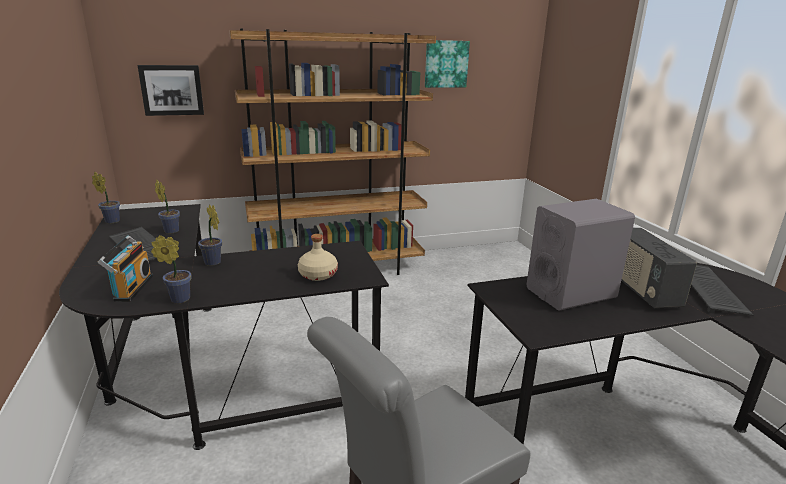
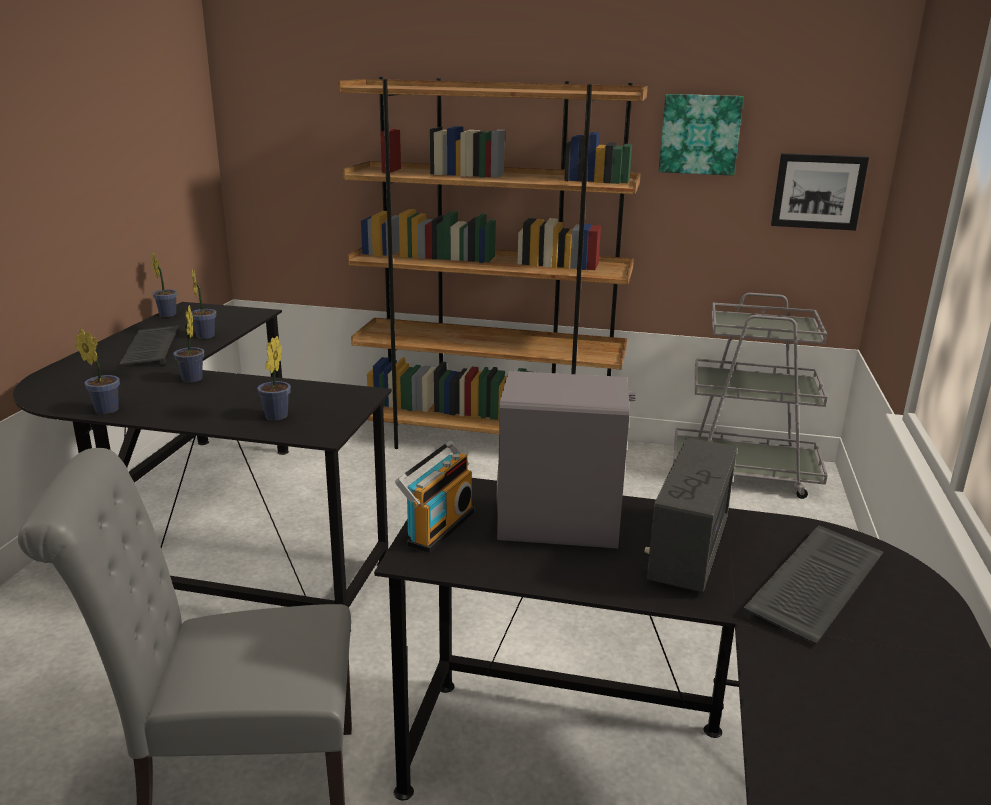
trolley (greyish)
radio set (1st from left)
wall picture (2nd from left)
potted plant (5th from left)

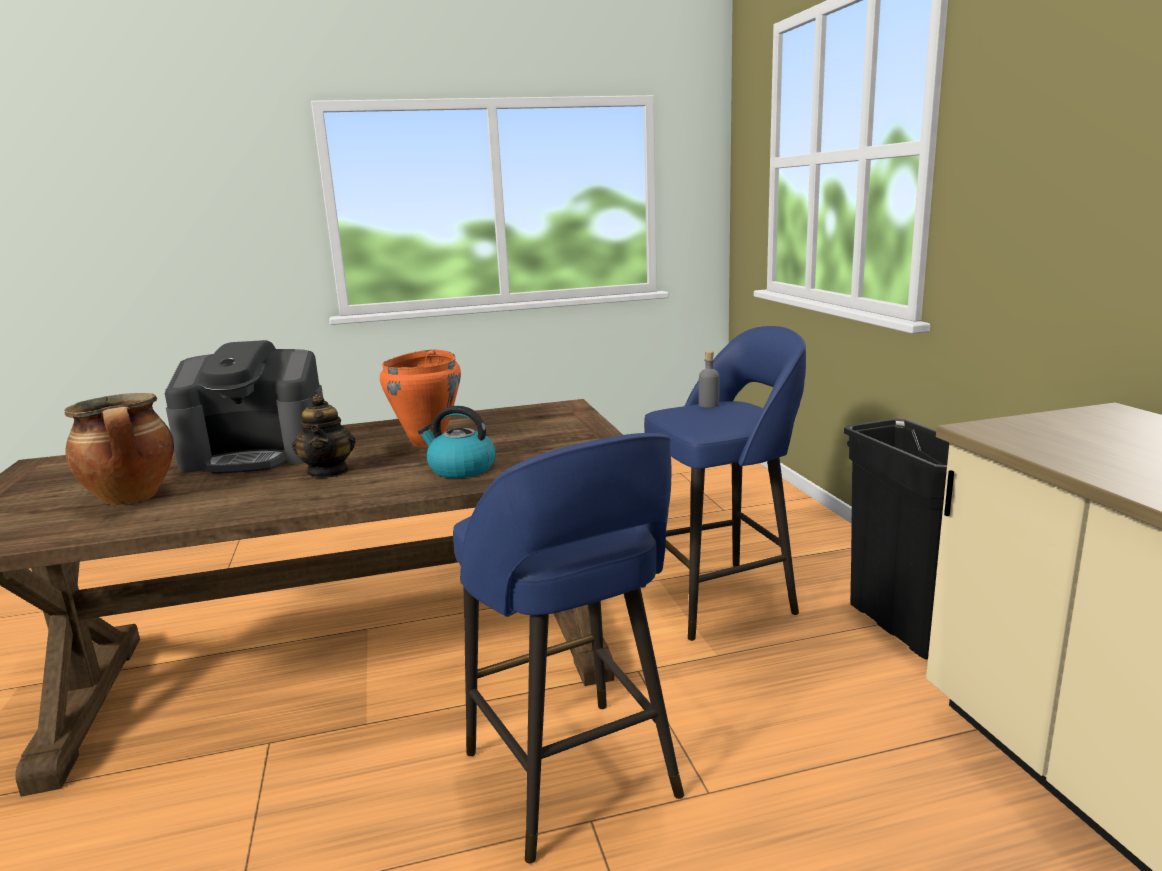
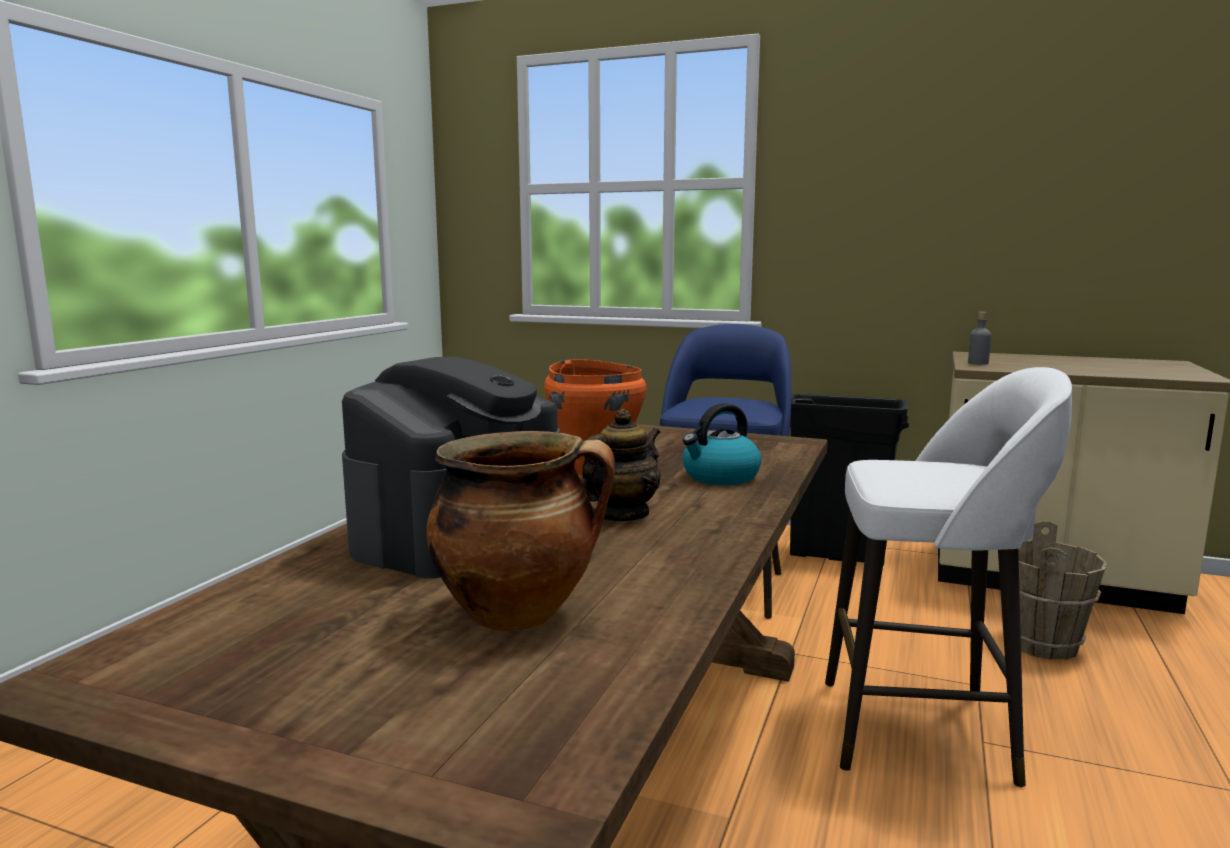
pail (brownish)
drink bottle (greyish)
stool (white)
tea pot

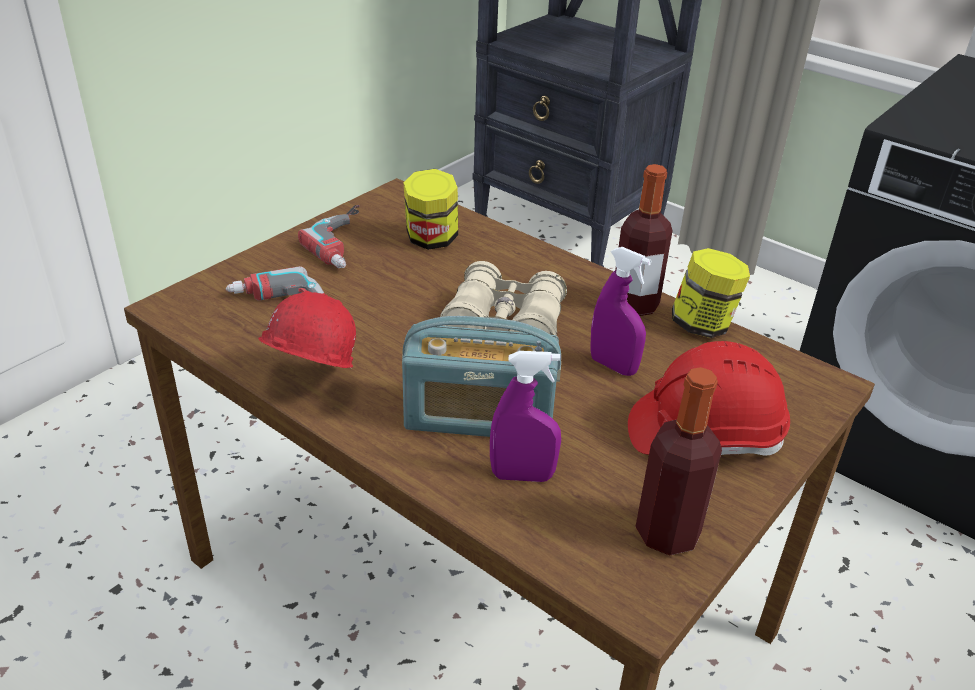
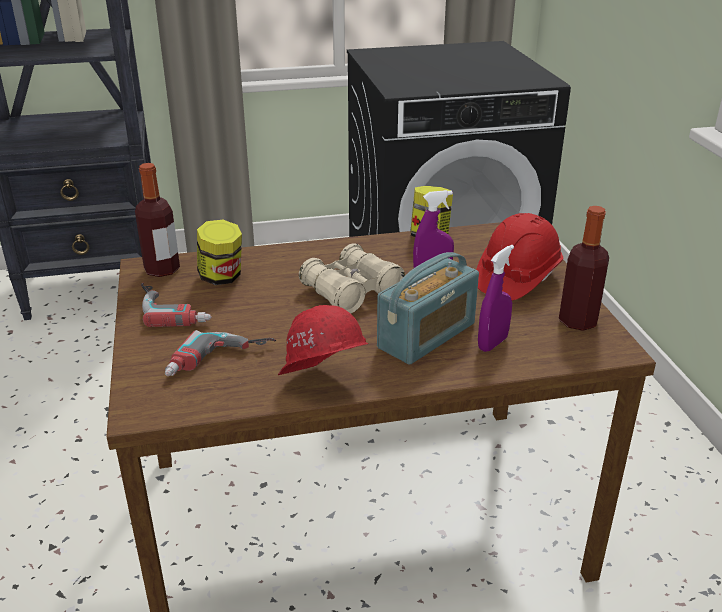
drink bottle (1st from left)

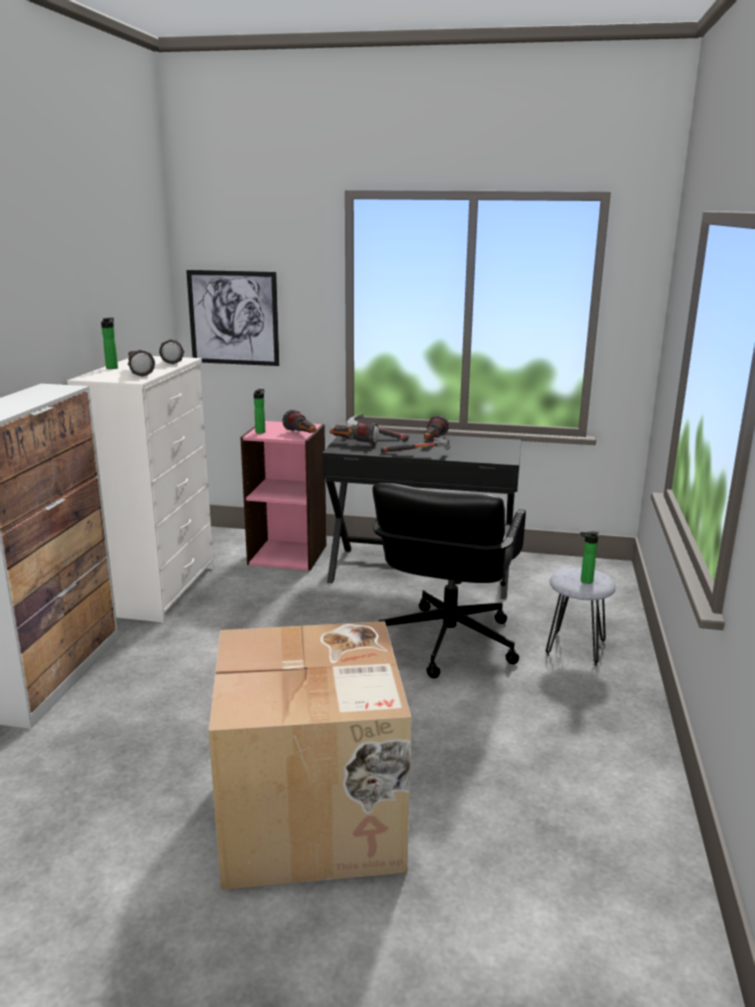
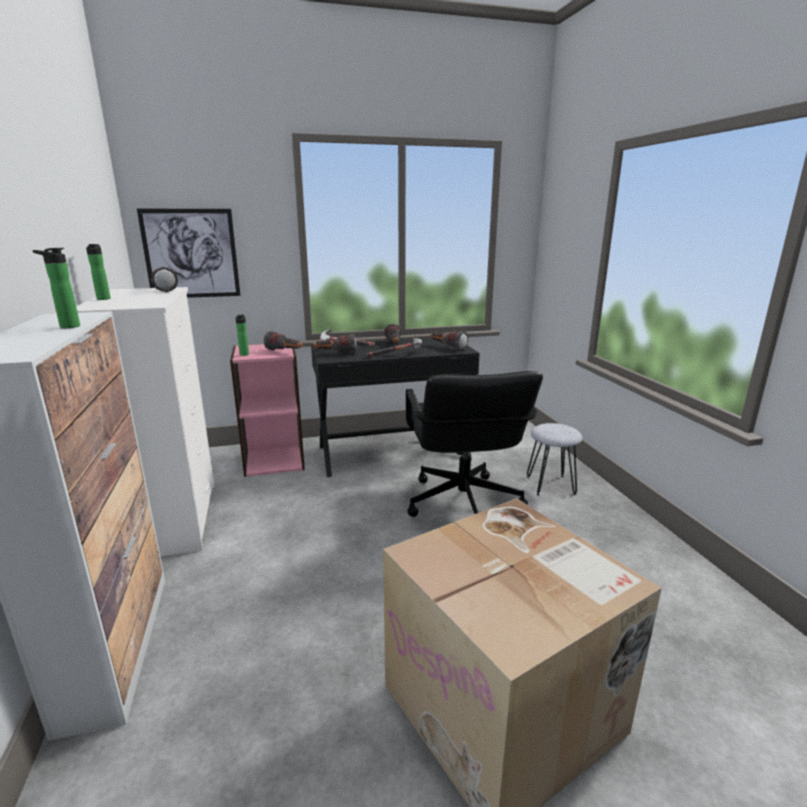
flashlight (5th from left)
drink bottle (1st from left)

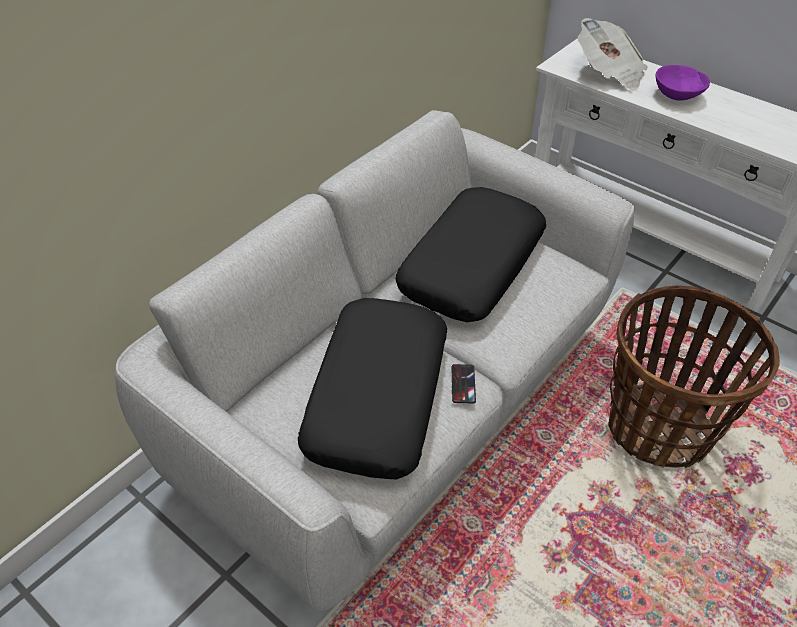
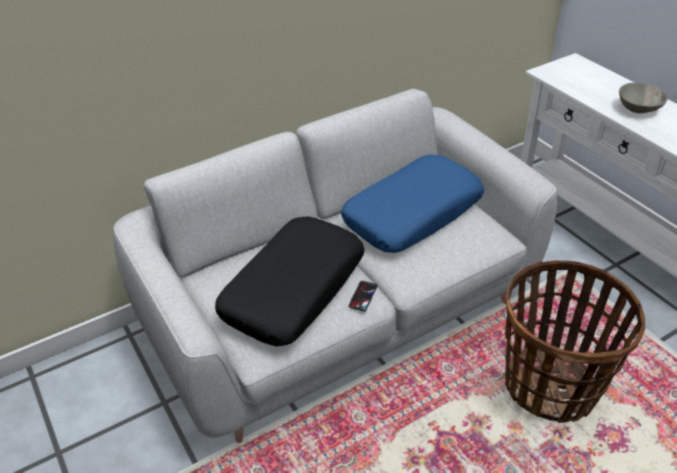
daily paper
throw pillow (bluish)
deep dish (greyish)

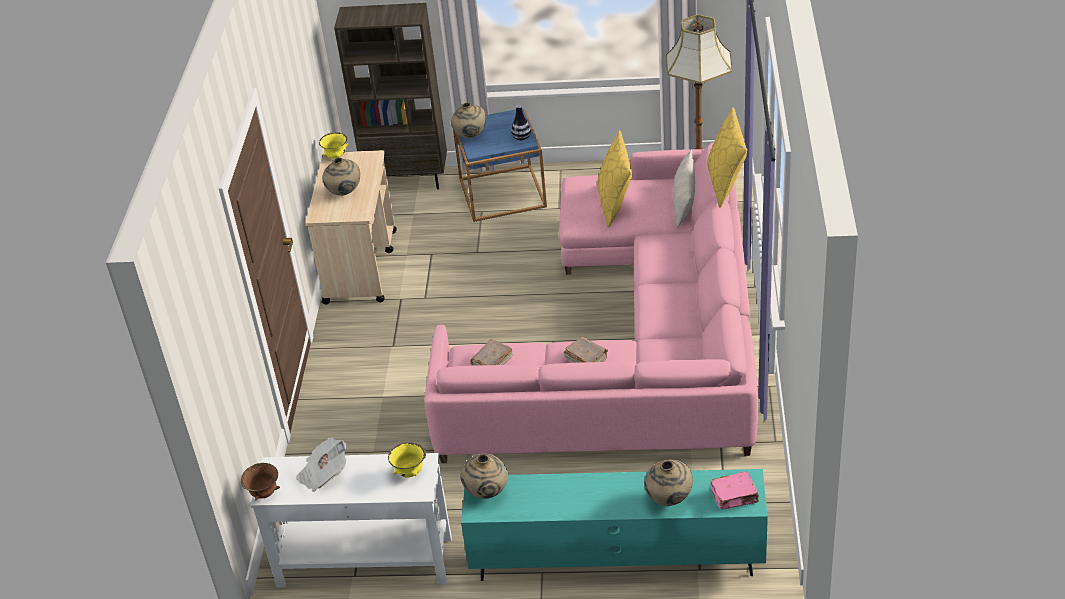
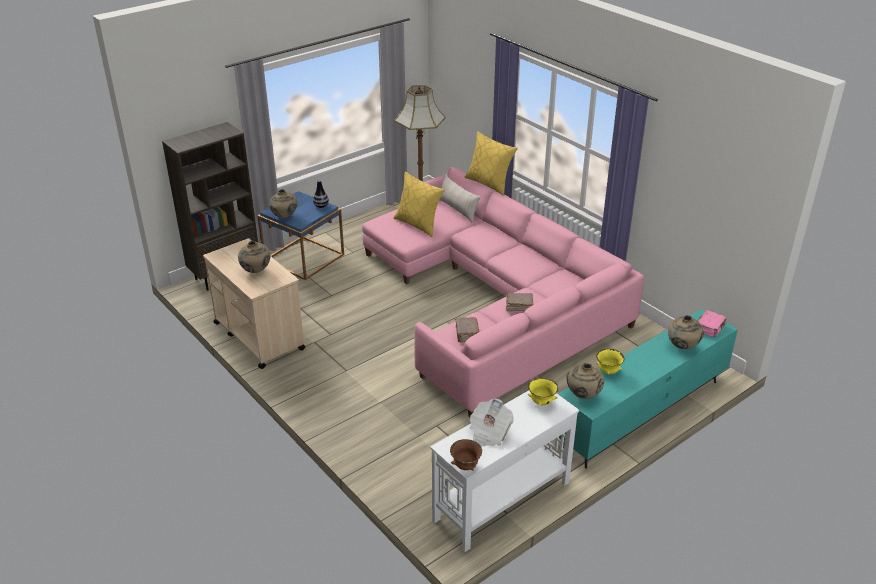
deep dish (yellow-coloured) (2nd from left)

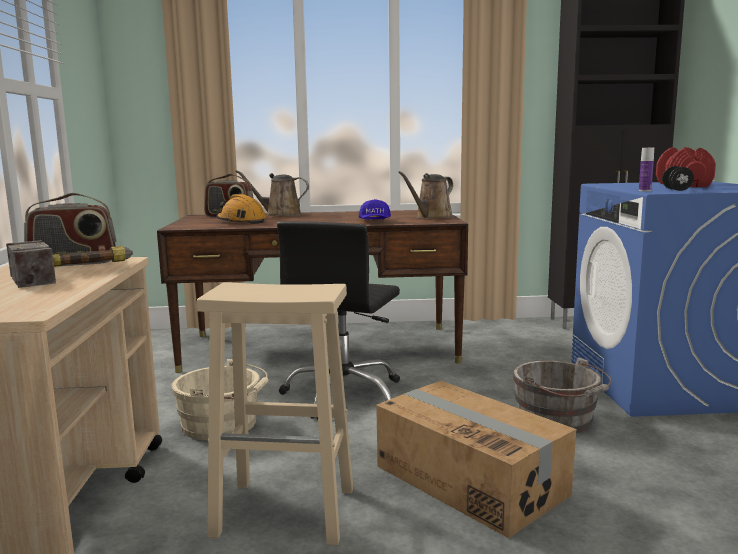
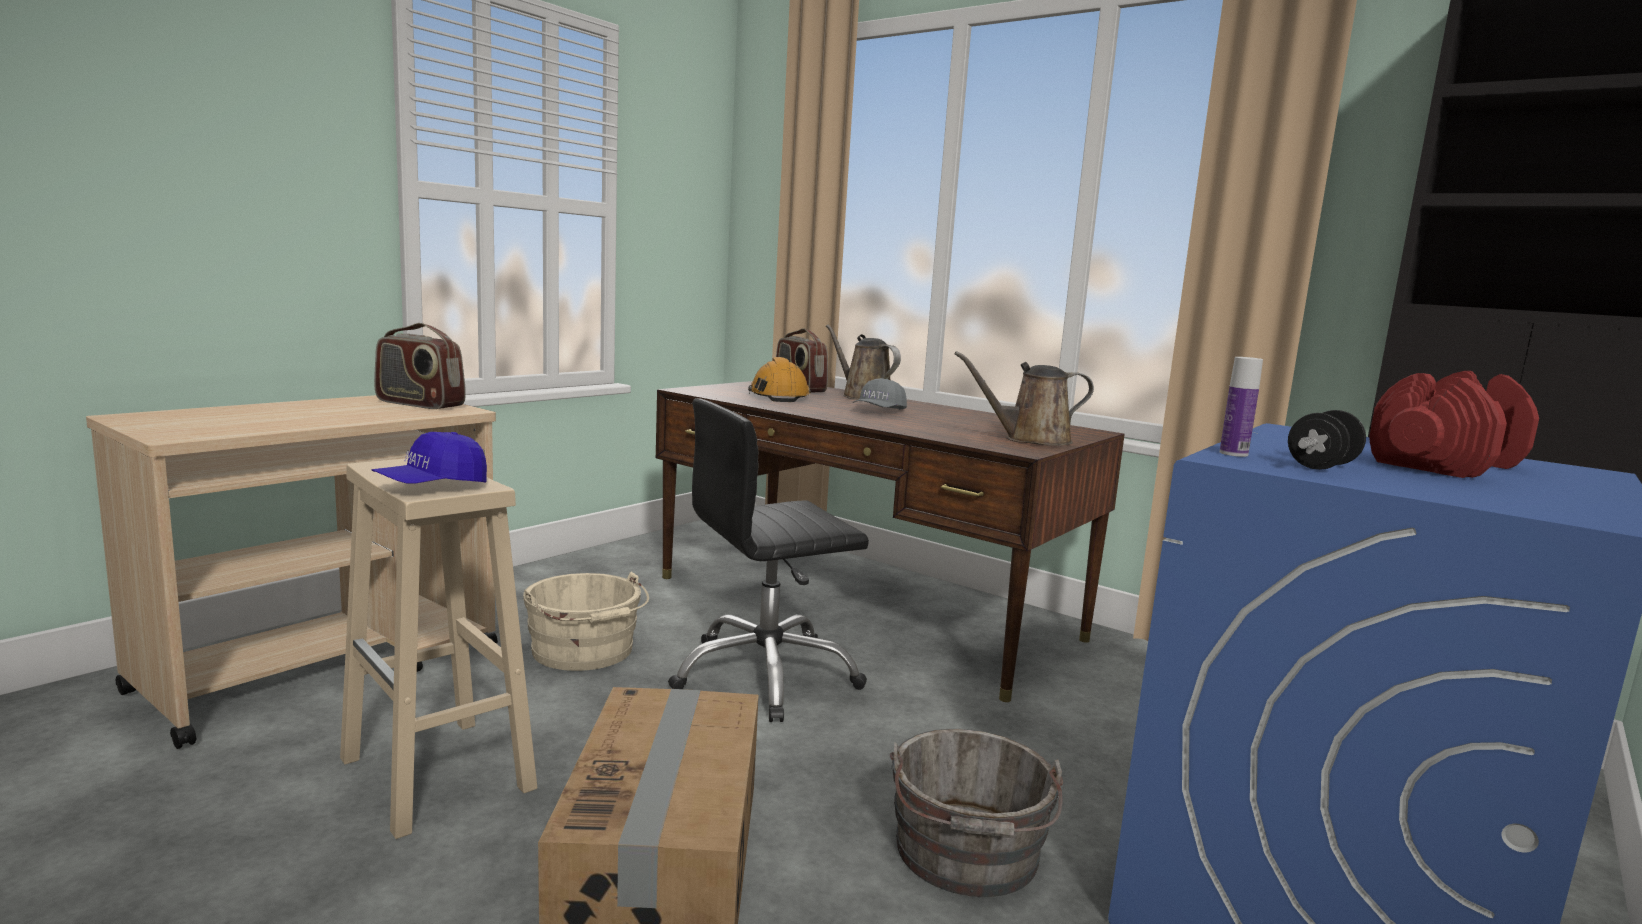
hand hammer
baseball cap (greyish)
baseball cap (bluish)

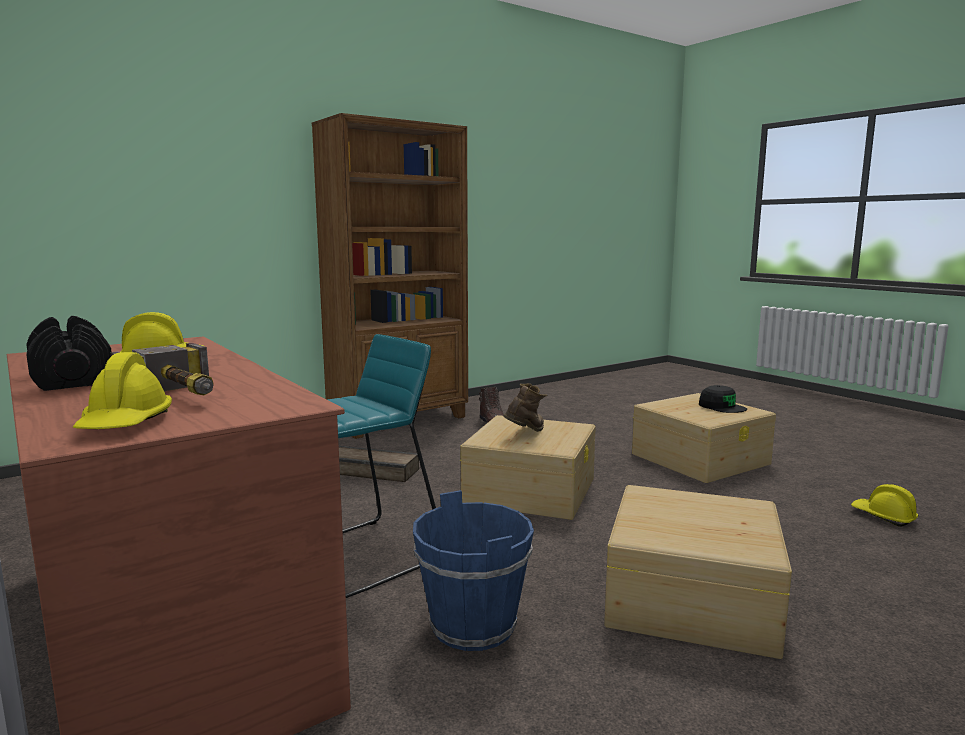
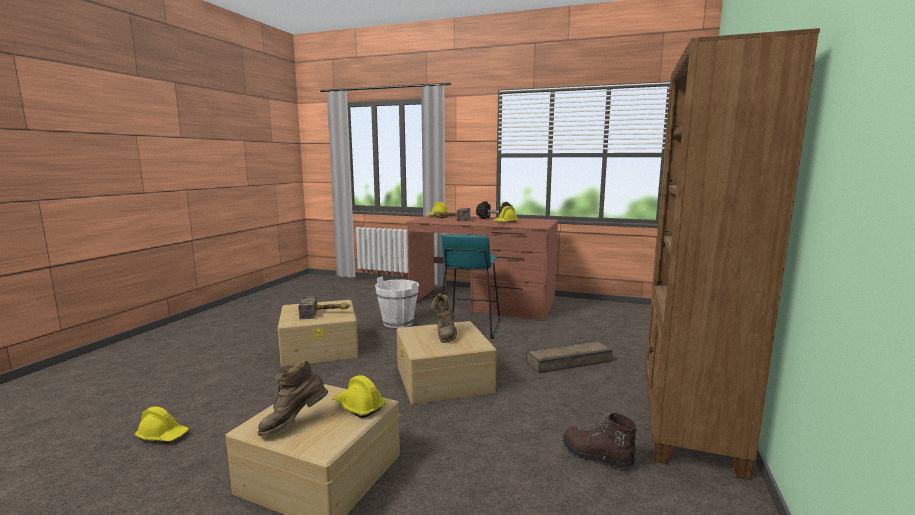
hand hammer (1st from left)
hard hat (yellow-coloured) (2nd from left)
tall boot (brownish) (1st from left)
pail (white)

